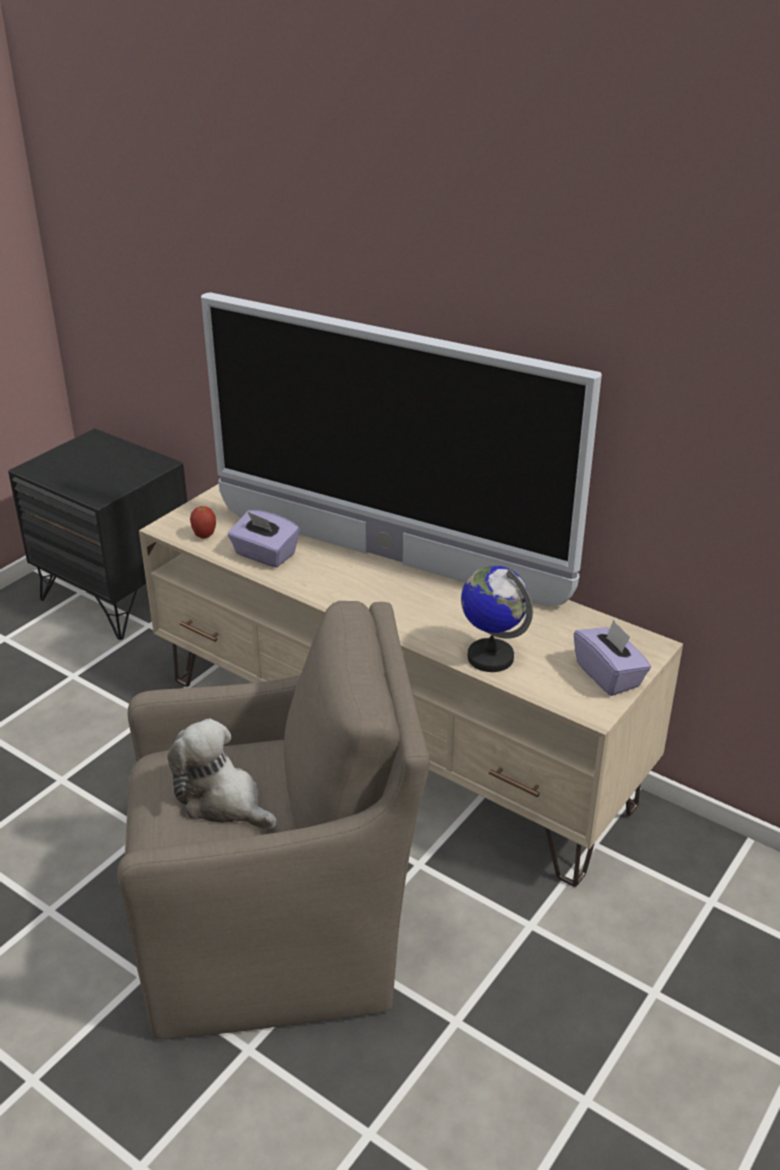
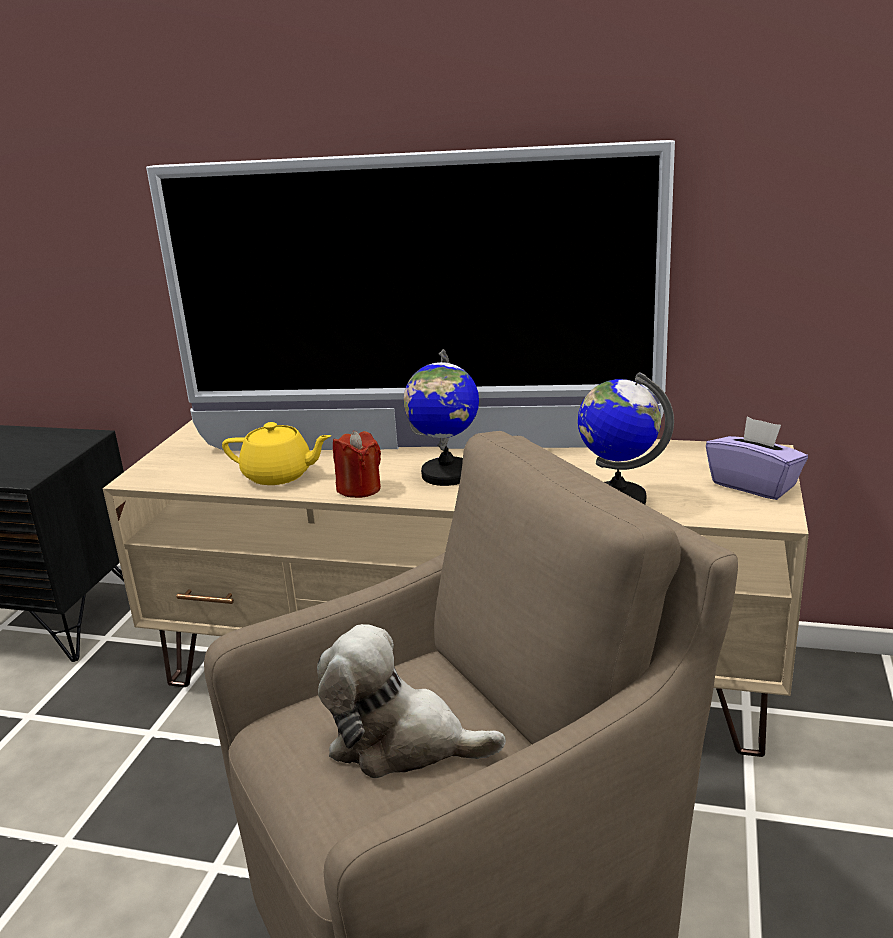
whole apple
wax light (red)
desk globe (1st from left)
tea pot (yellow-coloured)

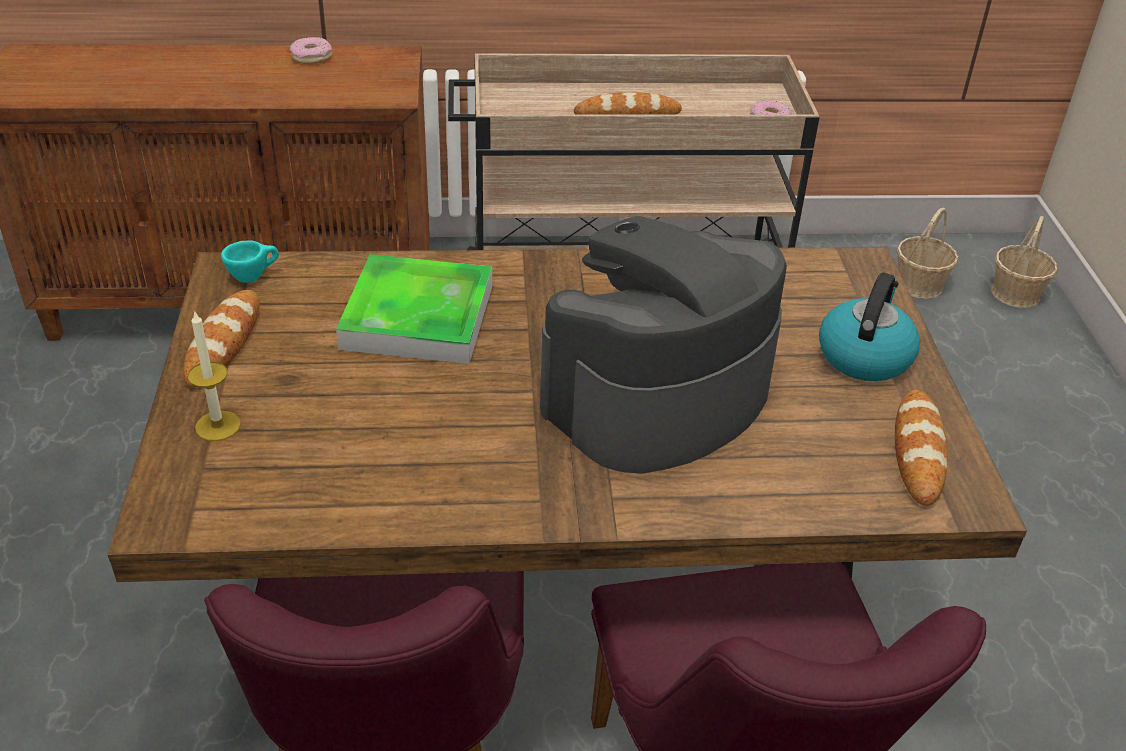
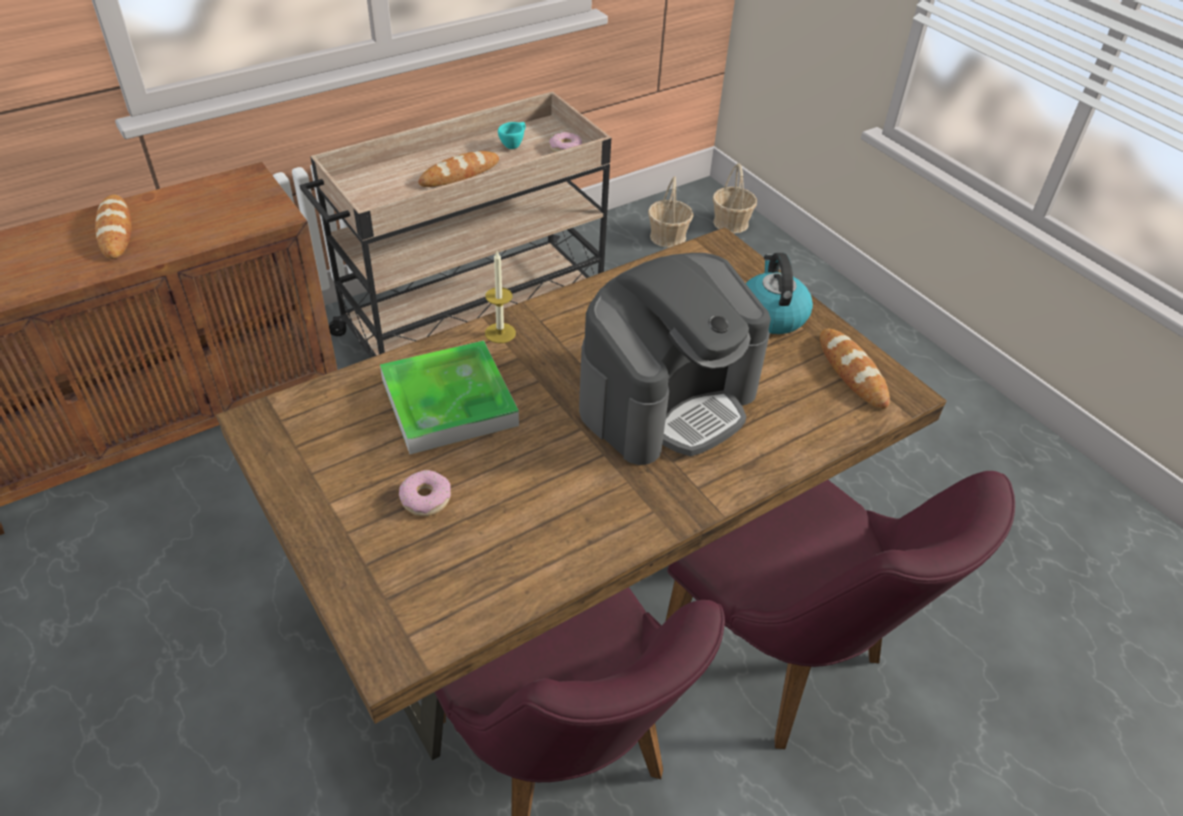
baked bread (1st from left)
wax light
cup (blue-green)
donut (1st from left)
coffee maker

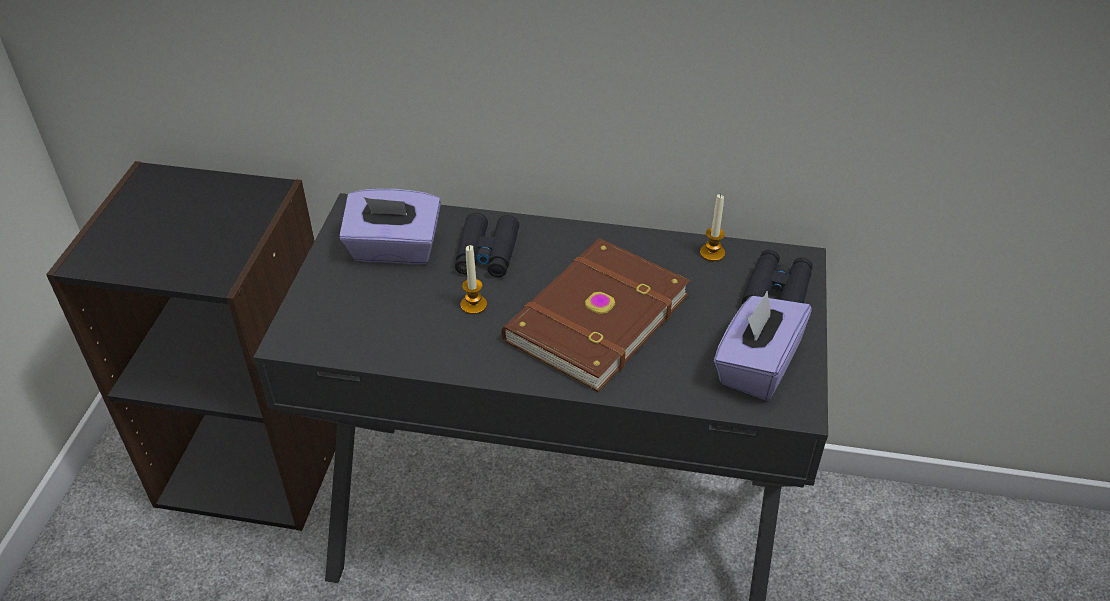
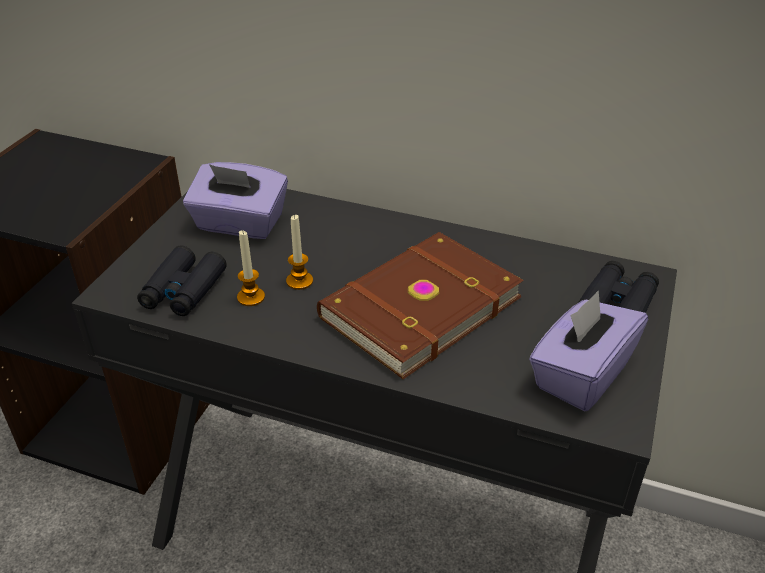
binoculars (blackish) (1st from left)
wax light (1st from left)

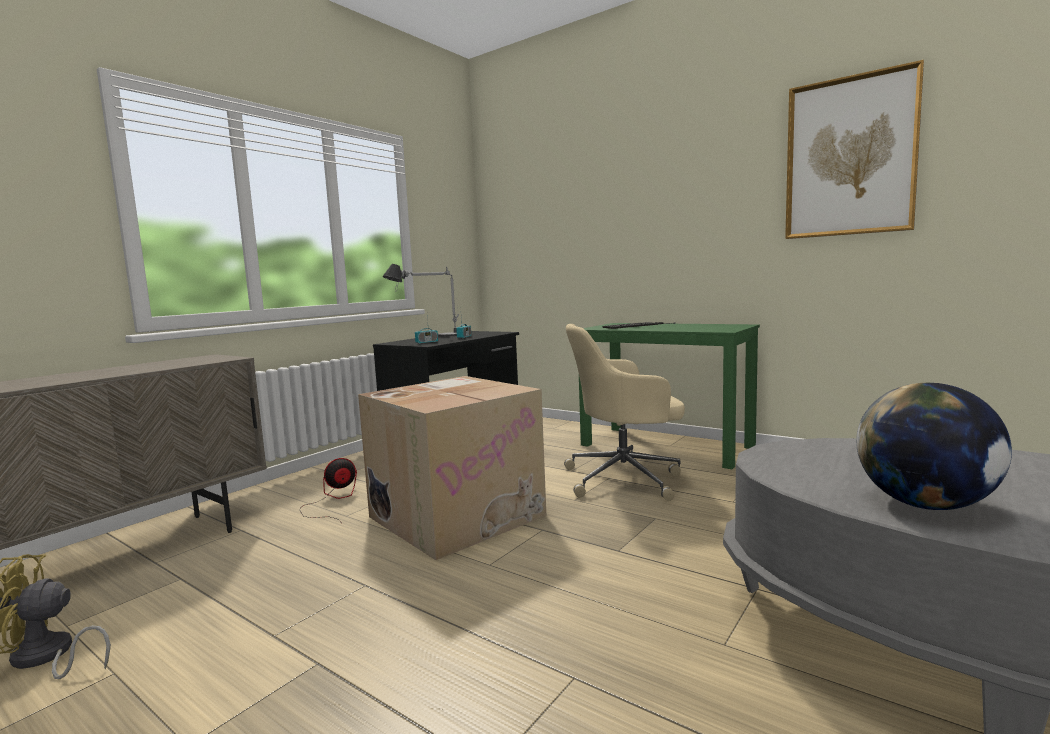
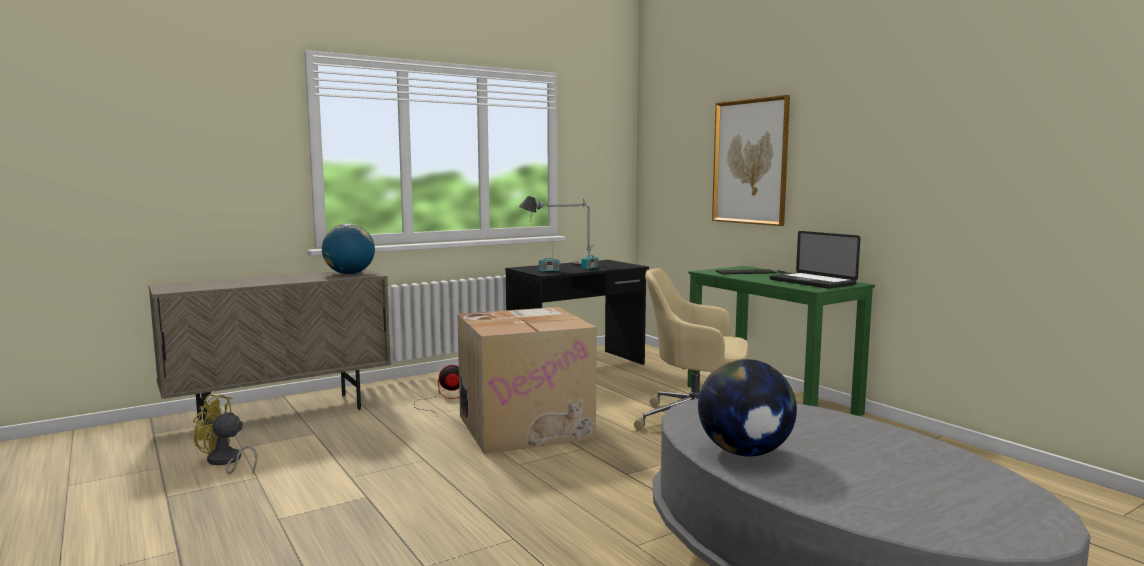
desk globe (1st from left)
notebook computer
wall picture

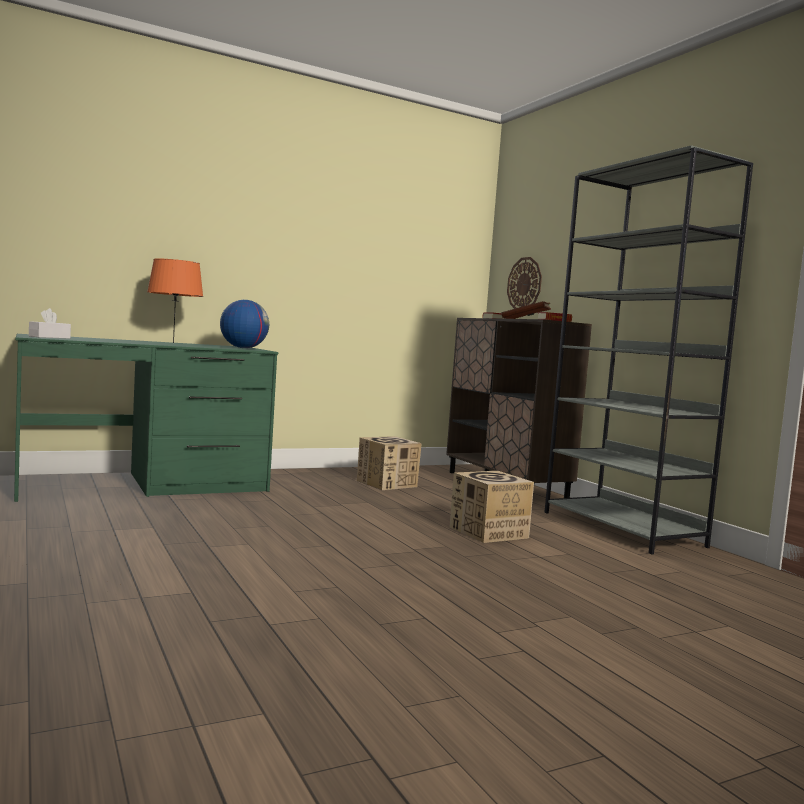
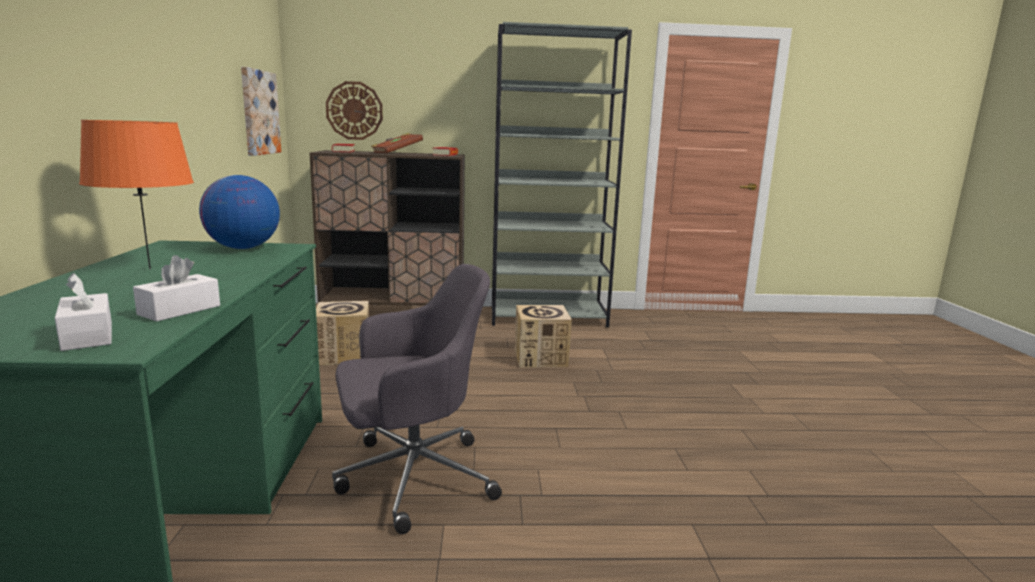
tissue box (white) (2nd from left)
wall picture
computer chair (greyish)

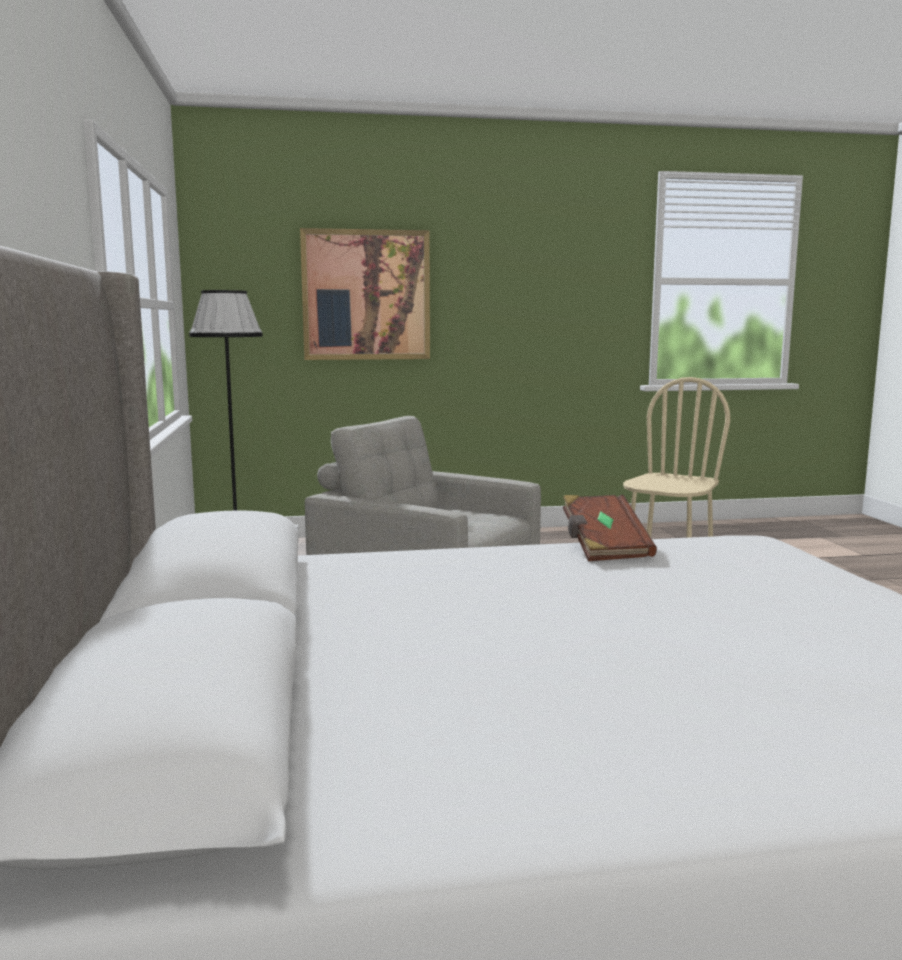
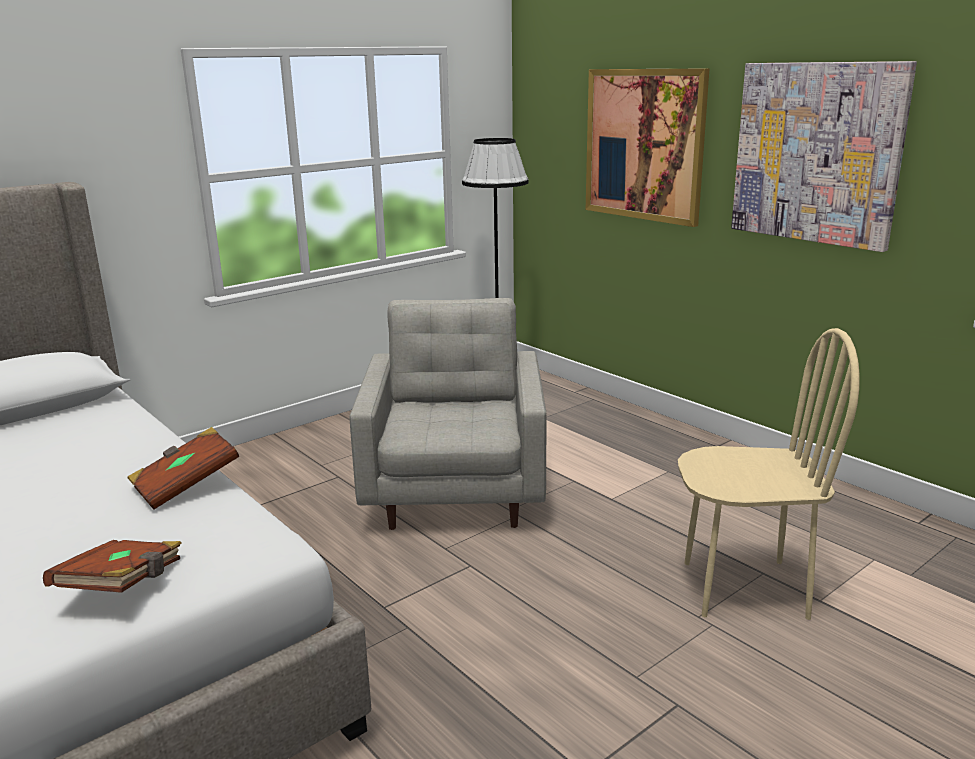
bound book (brownish) (1st from left)
wall picture (2nd from left)

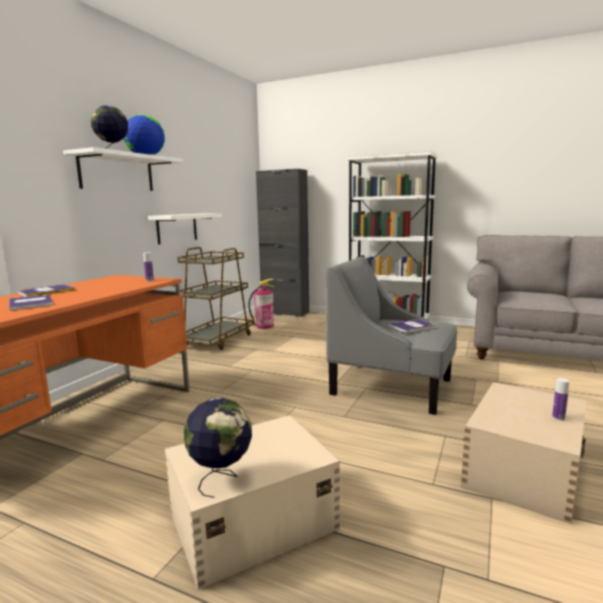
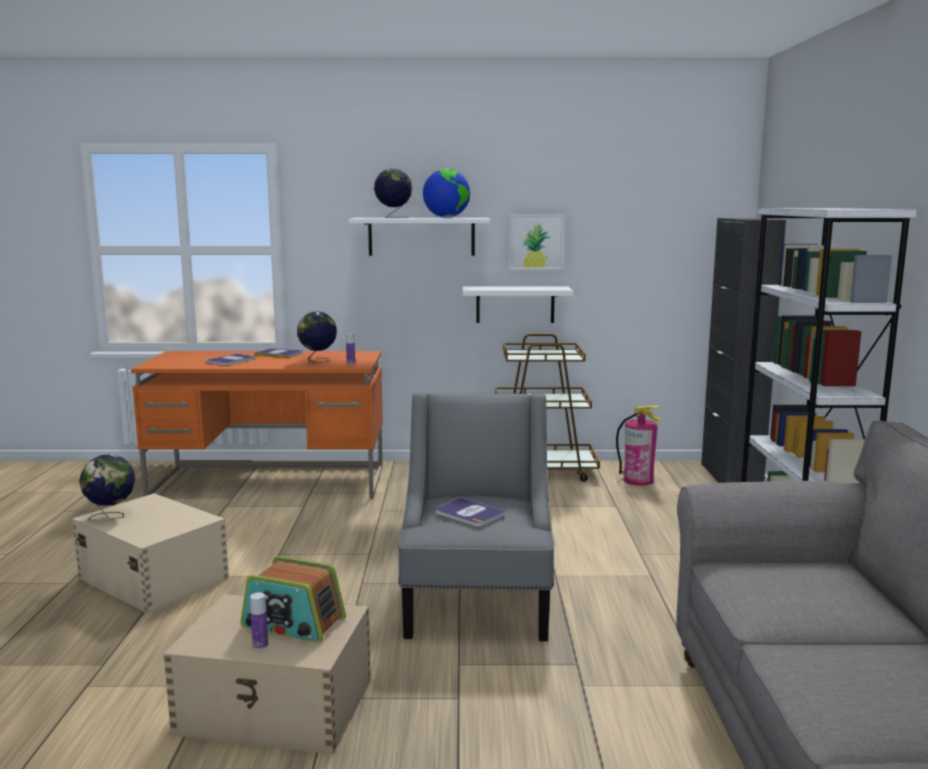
radio set
desk globe (2nd from left)
wall picture

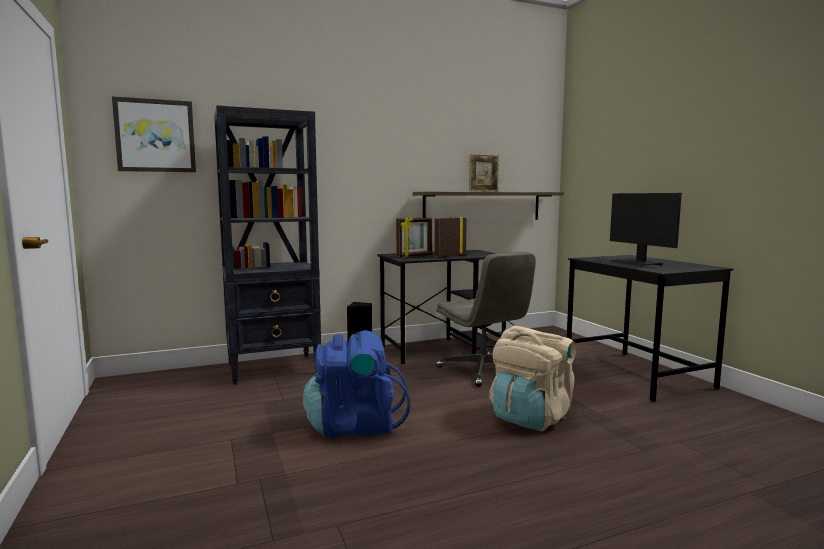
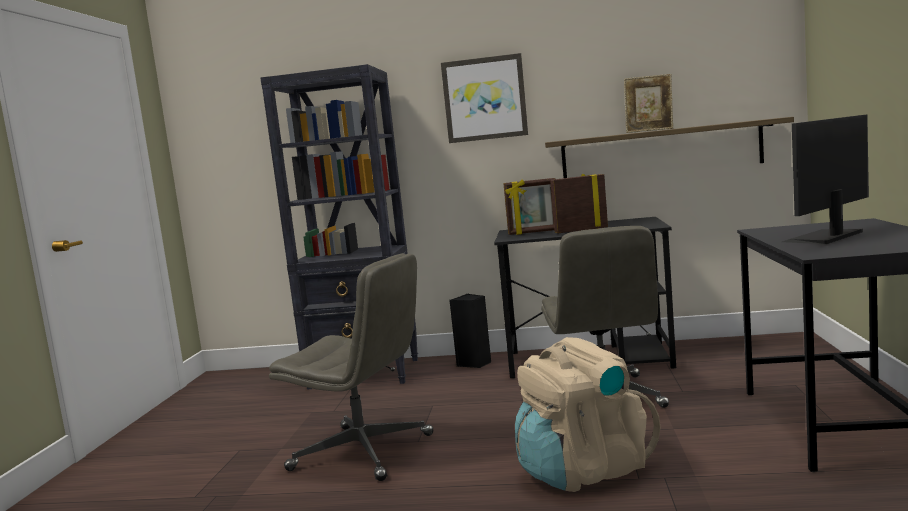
wall picture
computer chair (greyish) (1st from left)
computer display

